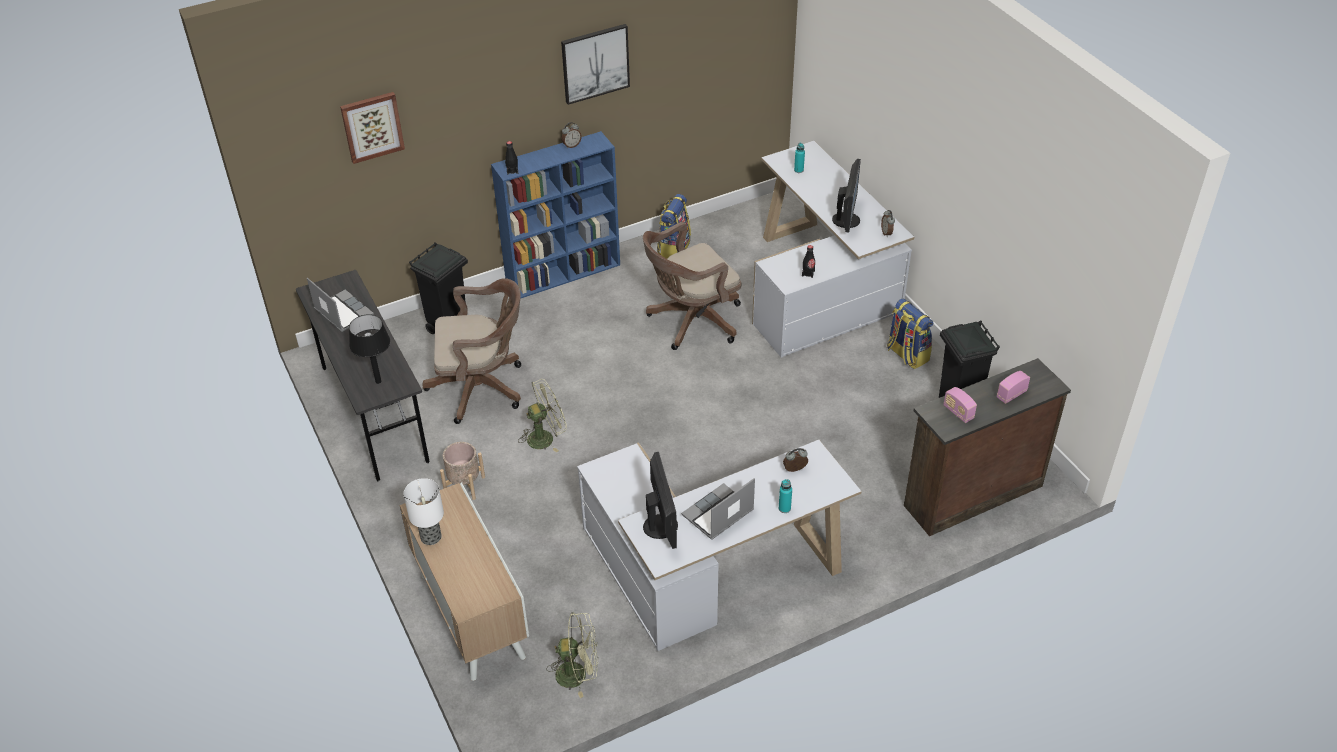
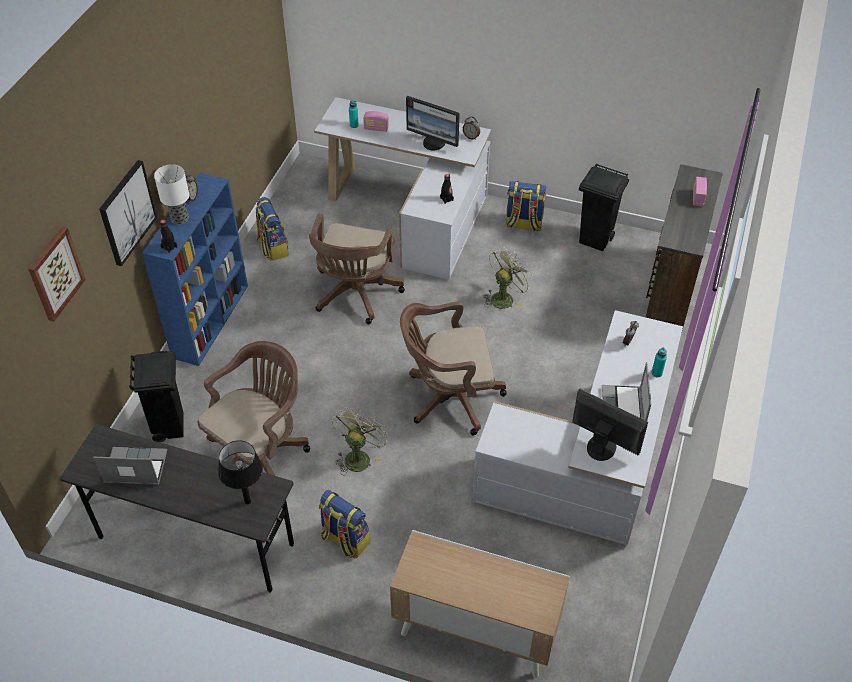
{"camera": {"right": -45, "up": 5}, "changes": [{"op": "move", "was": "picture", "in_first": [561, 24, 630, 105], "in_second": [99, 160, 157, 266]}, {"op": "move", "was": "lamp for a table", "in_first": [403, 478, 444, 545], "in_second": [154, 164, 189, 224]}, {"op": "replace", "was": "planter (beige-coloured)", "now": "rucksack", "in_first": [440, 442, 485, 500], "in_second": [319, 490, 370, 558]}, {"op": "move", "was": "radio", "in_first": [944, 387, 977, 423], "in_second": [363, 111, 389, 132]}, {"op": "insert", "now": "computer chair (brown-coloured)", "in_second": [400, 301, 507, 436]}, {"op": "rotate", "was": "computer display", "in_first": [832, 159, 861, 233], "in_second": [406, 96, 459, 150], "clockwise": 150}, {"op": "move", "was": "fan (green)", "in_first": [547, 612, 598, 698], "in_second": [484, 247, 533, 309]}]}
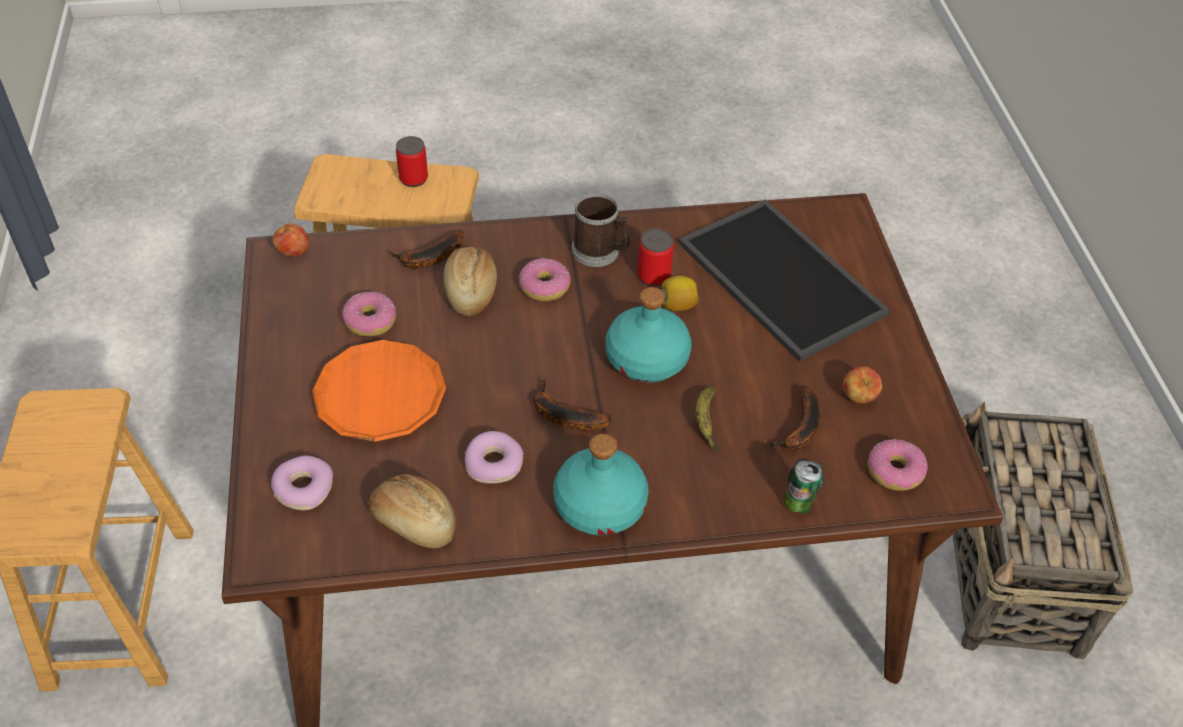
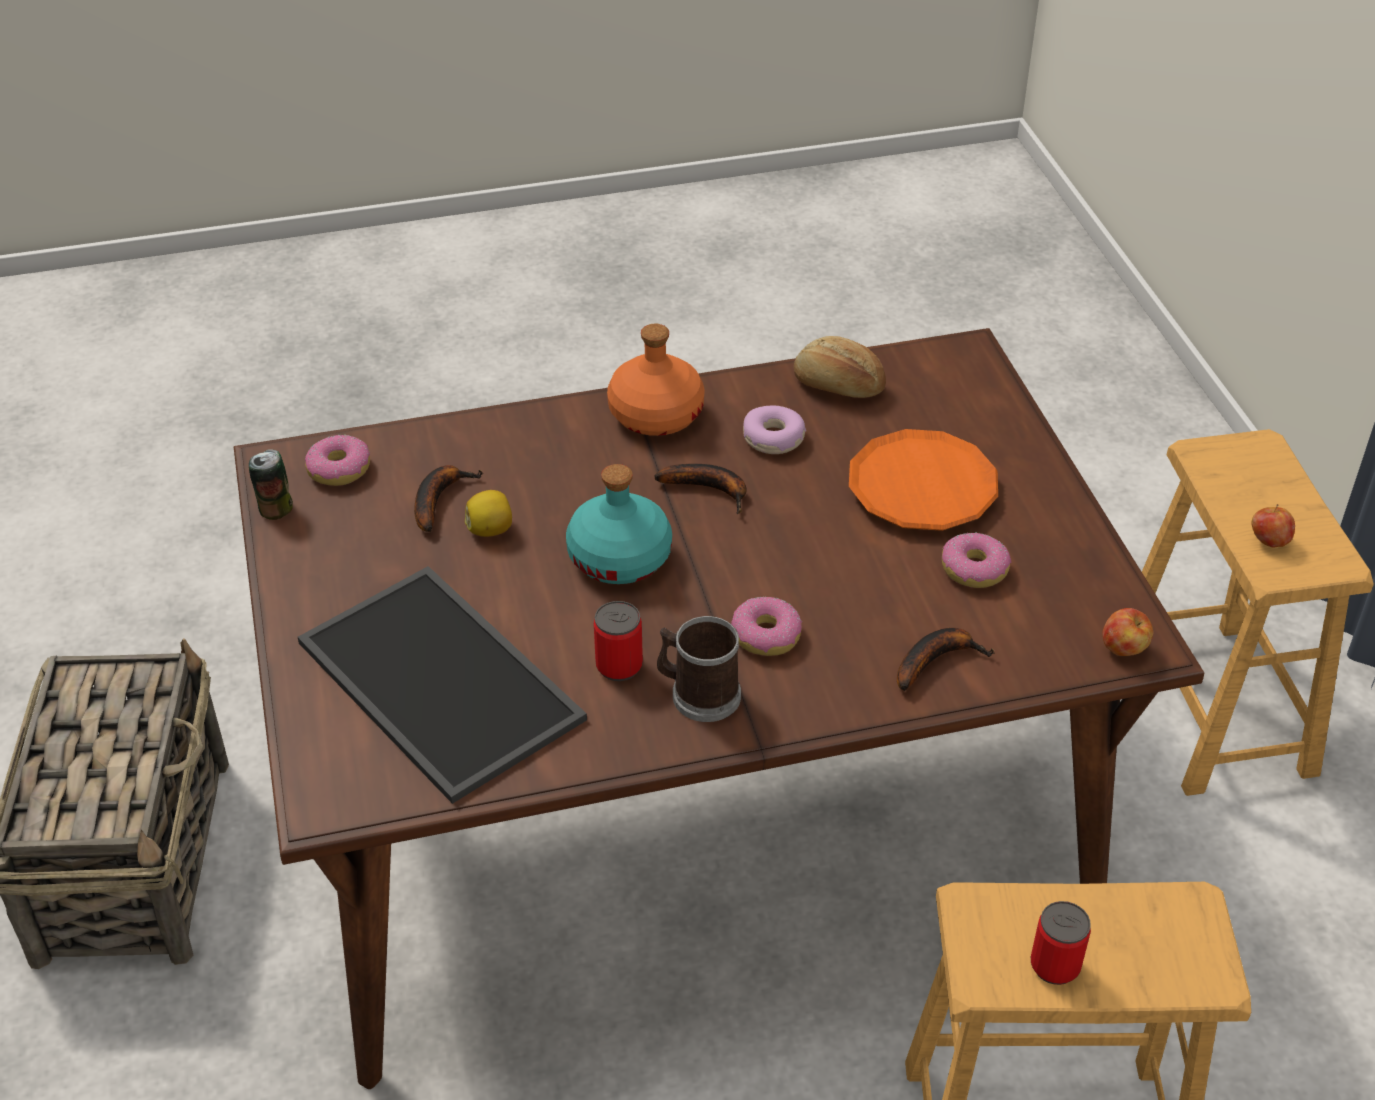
{"camera": {"right": 175, "up": -5}, "changes": [{"op": "move", "was": "metal can", "in_first": [783, 459, 823, 514], "in_second": [249, 449, 293, 520]}, {"op": "move", "was": "lemon", "in_first": [662, 276, 699, 311], "in_second": [465, 490, 512, 537]}, {"op": "recolor", "was": "bottle (turquoise-coloured)", "now": "bottle (orangey)", "in_first": [553, 434, 649, 535], "in_second": [607, 324, 705, 436]}, {"op": "move", "was": "whole apple", "in_first": [843, 366, 882, 404], "in_second": [1252, 504, 1295, 548]}, {"op": "delete", "was": "doughnut", "in_first": [271, 456, 333, 510]}, {"op": "delete", "was": "baked bread", "in_first": [444, 247, 497, 316]}, {"op": "delete", "was": "banana fruit", "in_first": [695, 387, 720, 452]}]}
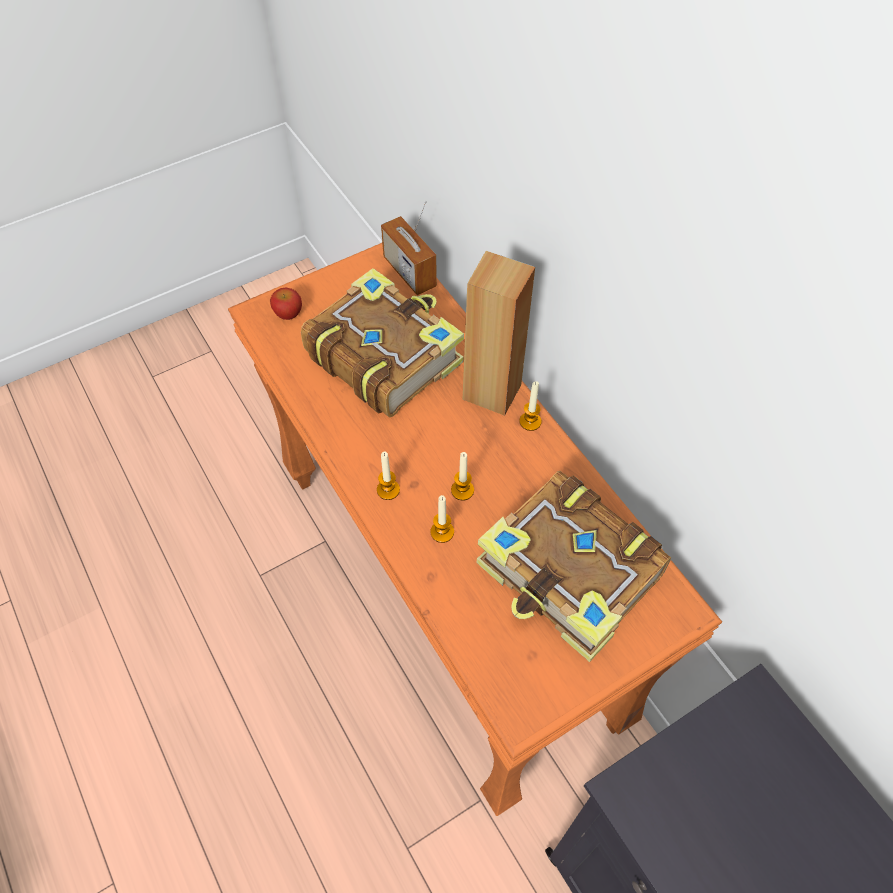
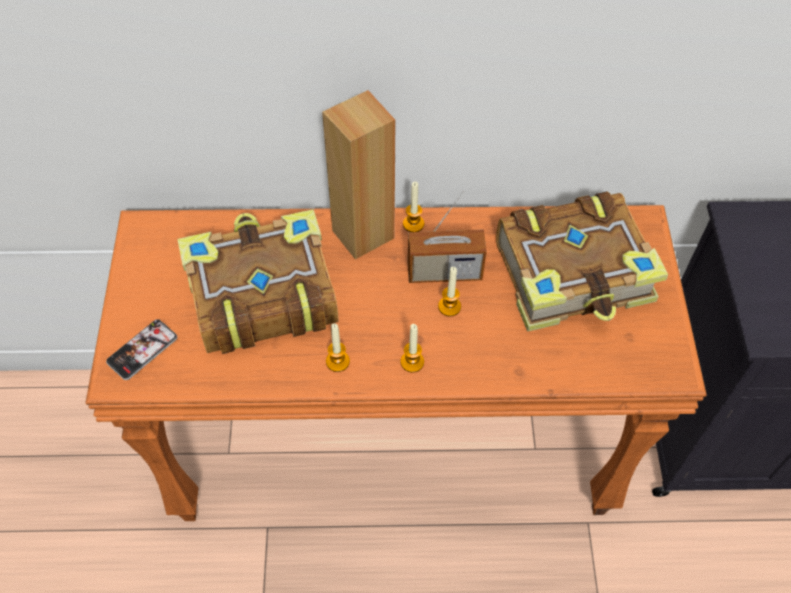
{"camera": {"right": -60, "up": 0}, "changes": [{"op": "replace", "was": "whole apple", "now": "telephone", "in_first": [270, 288, 302, 320], "in_second": [106, 319, 177, 380]}, {"op": "move", "was": "candle", "in_first": [430, 495, 454, 543], "in_second": [326, 323, 350, 372]}, {"op": "move", "was": "radio", "in_first": [381, 201, 437, 295], "in_second": [407, 190, 487, 283]}]}
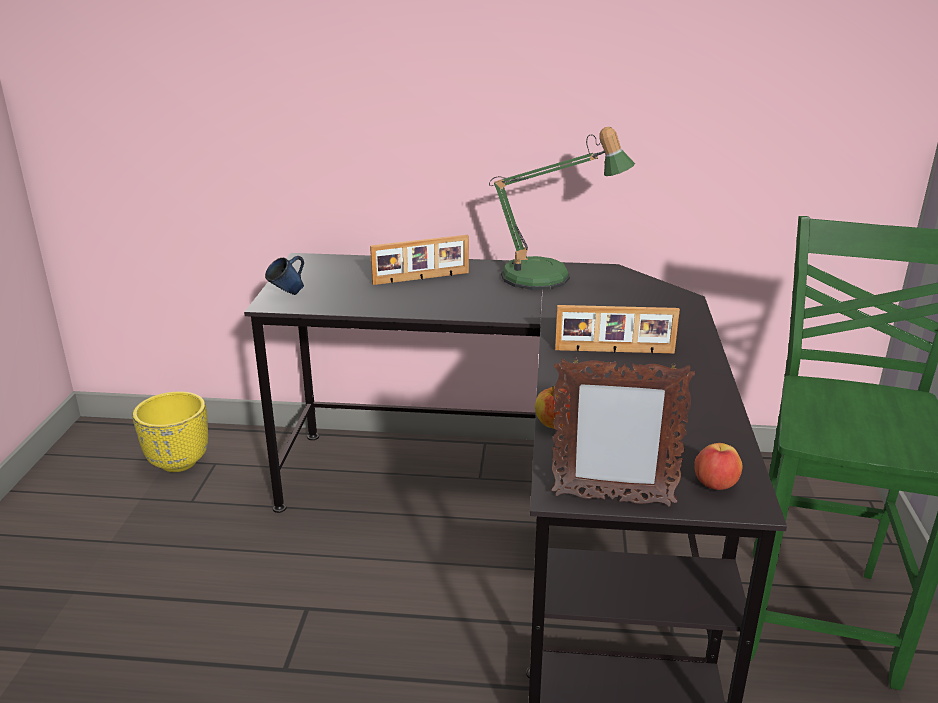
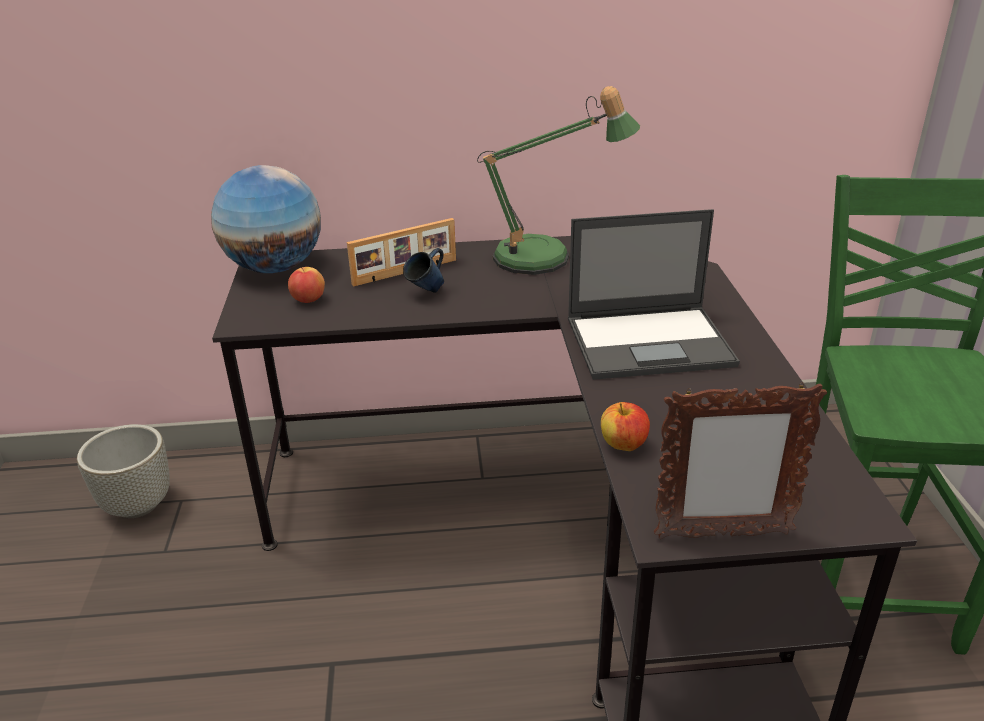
{"camera": {"right": -10, "up": 5}, "changes": [{"op": "recolor", "was": "planter (yellow-coloured)", "now": "planter (grey)", "in_first": [133, 391, 208, 472], "in_second": [77, 424, 170, 518]}, {"op": "insert", "now": "world globe", "in_second": [211, 165, 321, 273]}, {"op": "move", "was": "whole apple", "in_first": [695, 443, 742, 490], "in_second": [288, 267, 325, 303]}, {"op": "move", "was": "coffee mug (blue)", "in_first": [265, 256, 304, 295], "in_second": [403, 248, 444, 293]}, {"op": "replace", "was": "picture frame", "now": "notebook computer", "in_first": [555, 305, 680, 354], "in_second": [568, 209, 740, 380]}]}
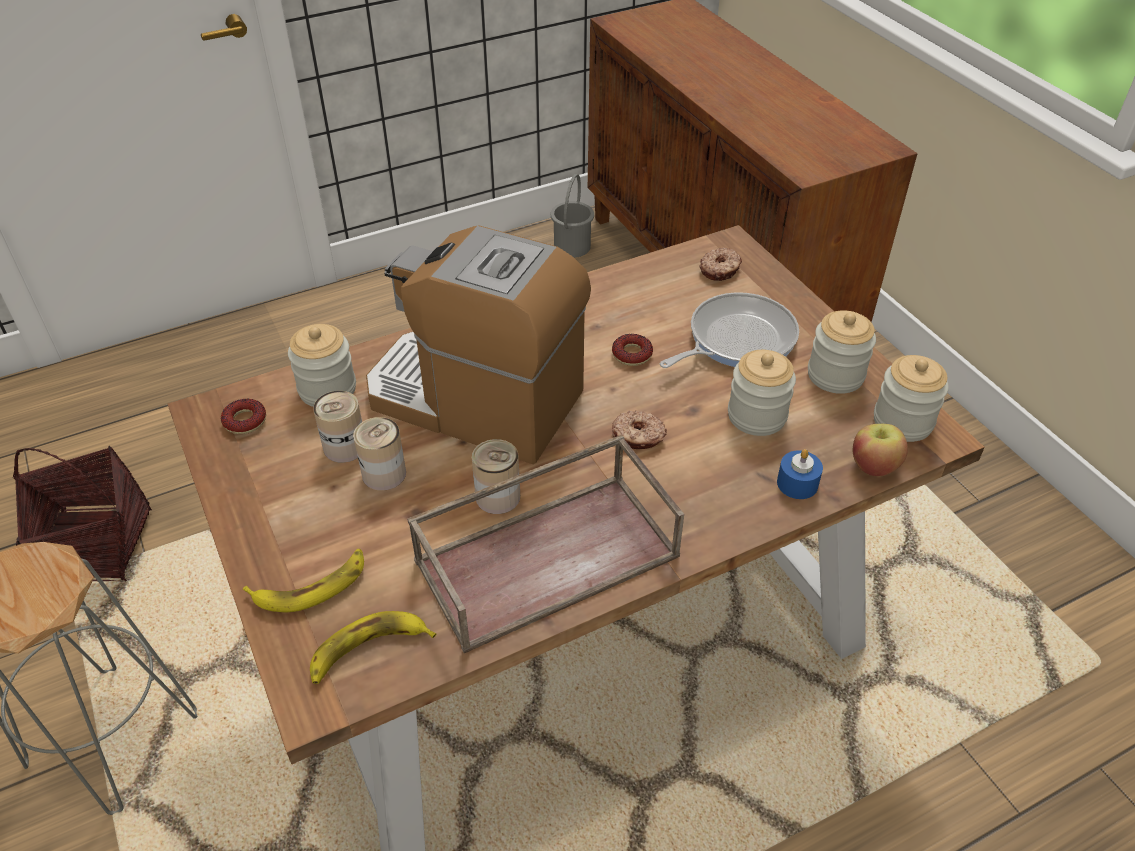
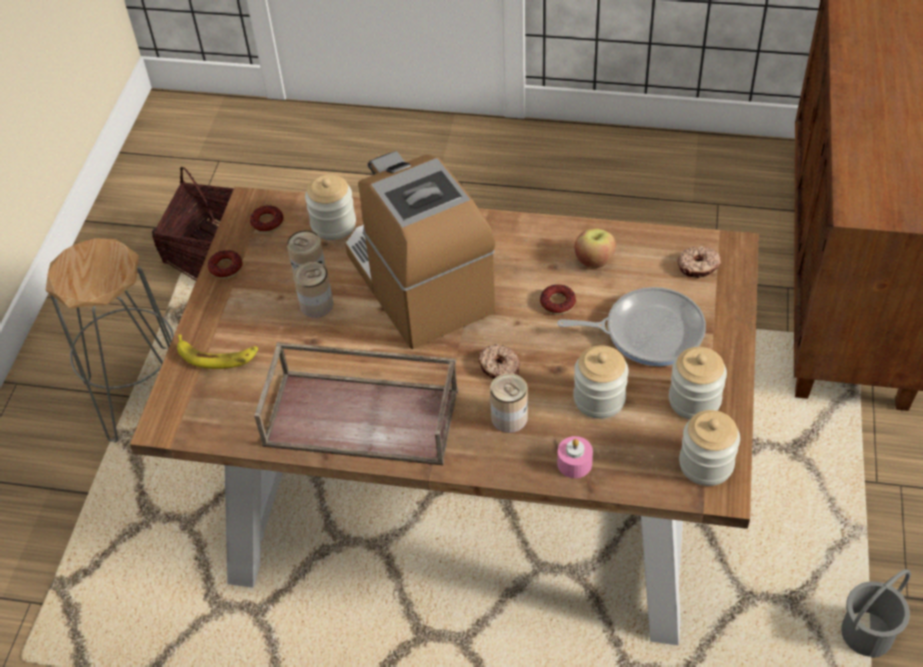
{"camera": {"right": 40, "up": 5}, "changes": [{"op": "insert", "now": "doughnut", "in_second": [208, 250, 242, 279]}, {"op": "move", "was": "metal can", "in_first": [472, 439, 520, 514], "in_second": [490, 373, 528, 433]}, {"op": "recolor", "was": "candle (blue)", "now": "candle (pink)", "in_first": [777, 449, 823, 499], "in_second": [557, 436, 593, 478]}, {"op": "move", "was": "whole apple", "in_first": [853, 424, 908, 477], "in_second": [575, 228, 616, 268]}, {"op": "move", "was": "bucket (grey)", "in_first": [551, 174, 594, 258], "in_second": [841, 569, 911, 658]}, {"op": "delete", "was": "banana fruit", "in_first": [310, 611, 436, 684]}]}
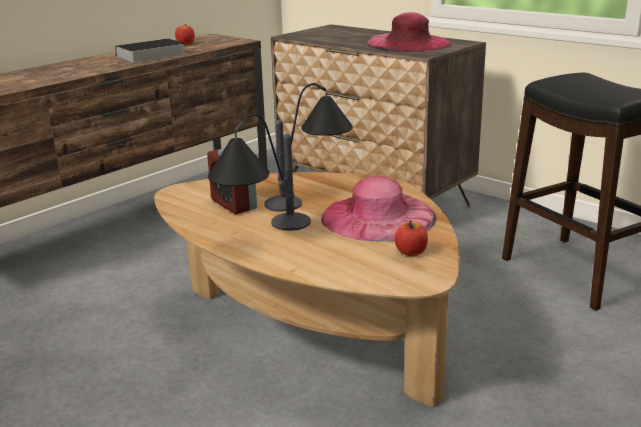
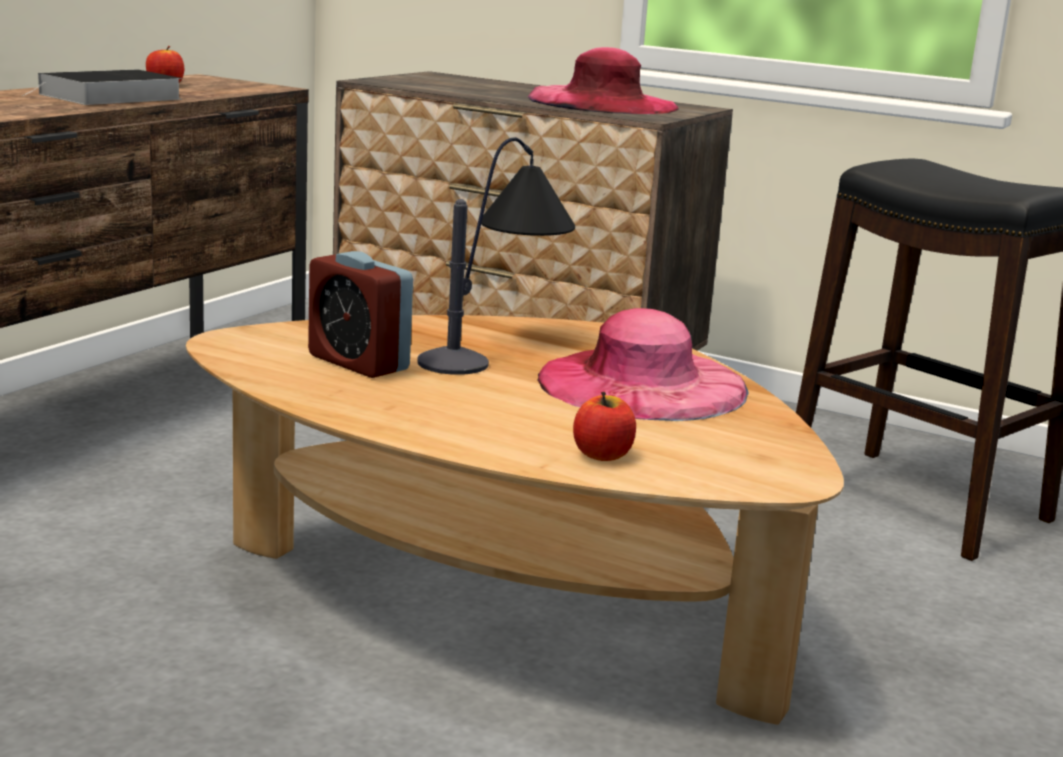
{"camera": {"right": -15, "up": -5}, "changes": [{"op": "move", "was": "whole apple", "in_first": [395, 220, 428, 256], "in_second": [573, 392, 636, 461]}, {"op": "delete", "was": "lamp for a table", "in_first": [208, 114, 311, 231]}]}
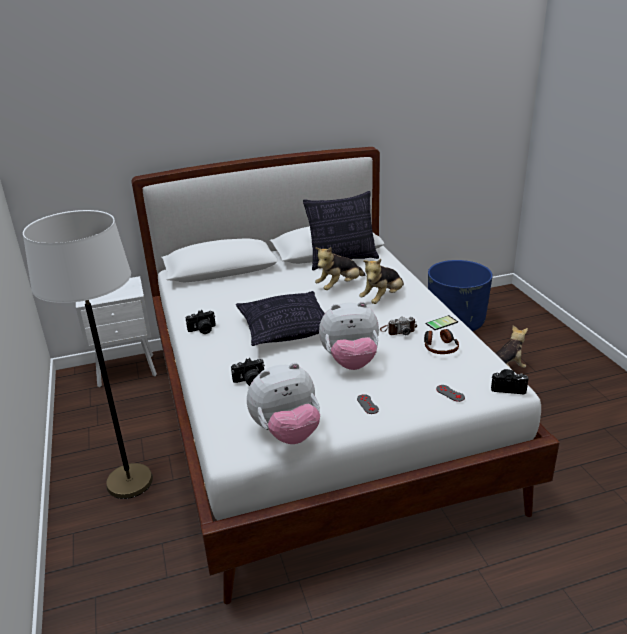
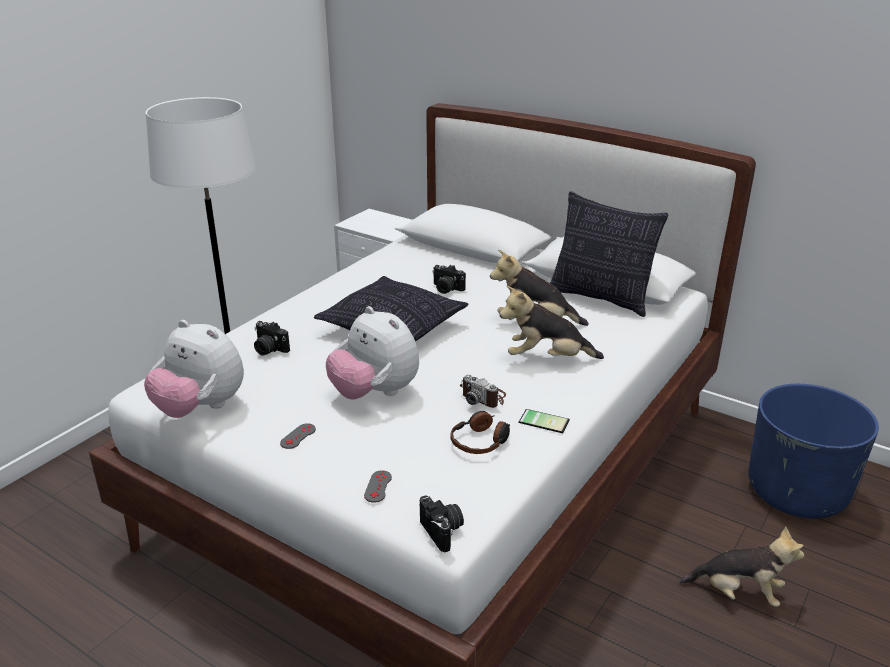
{"camera": {"right": 50, "up": 0}, "changes": [{"op": "move", "was": "still camera", "in_first": [185, 310, 216, 334], "in_second": [432, 265, 466, 294]}]}
